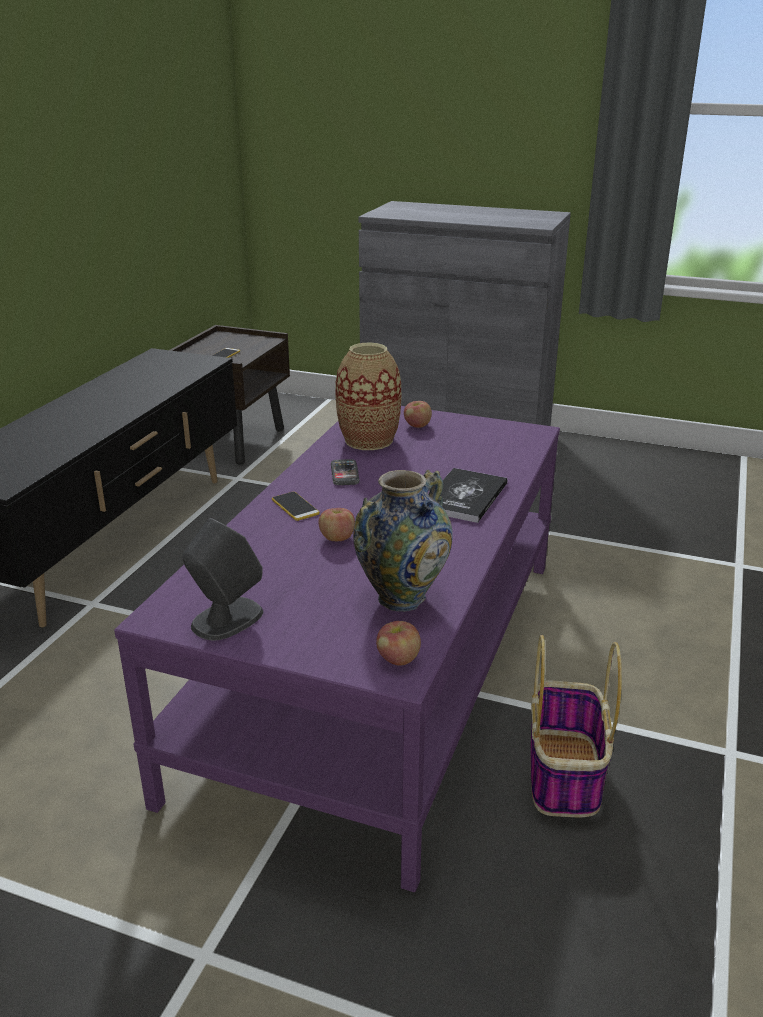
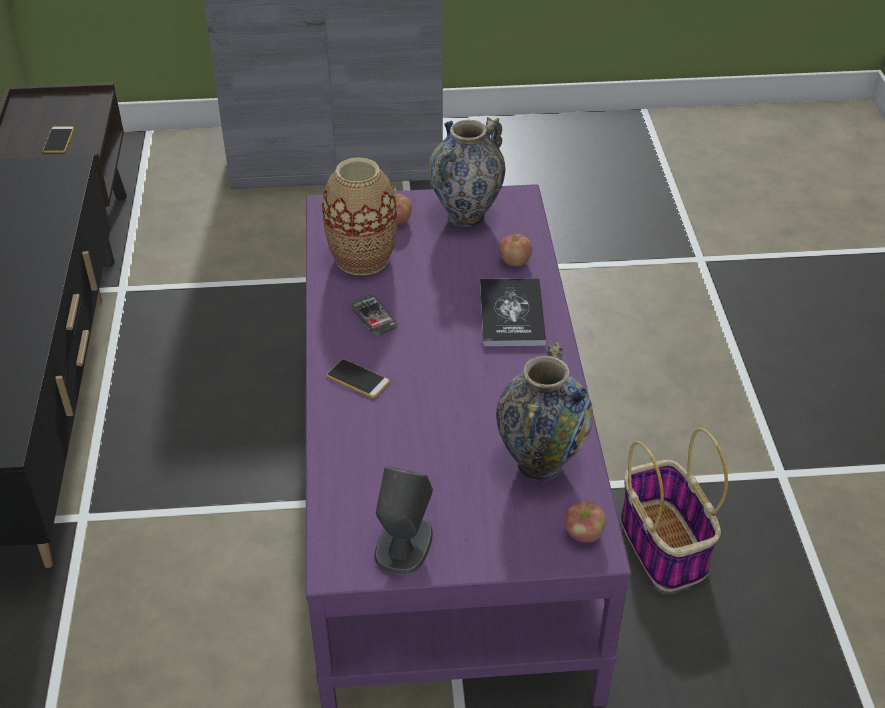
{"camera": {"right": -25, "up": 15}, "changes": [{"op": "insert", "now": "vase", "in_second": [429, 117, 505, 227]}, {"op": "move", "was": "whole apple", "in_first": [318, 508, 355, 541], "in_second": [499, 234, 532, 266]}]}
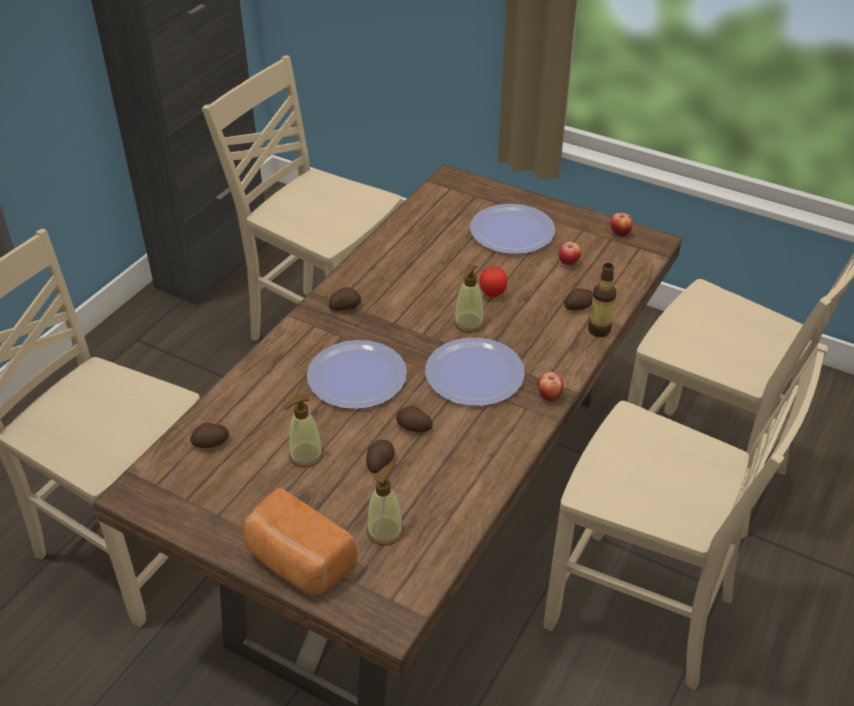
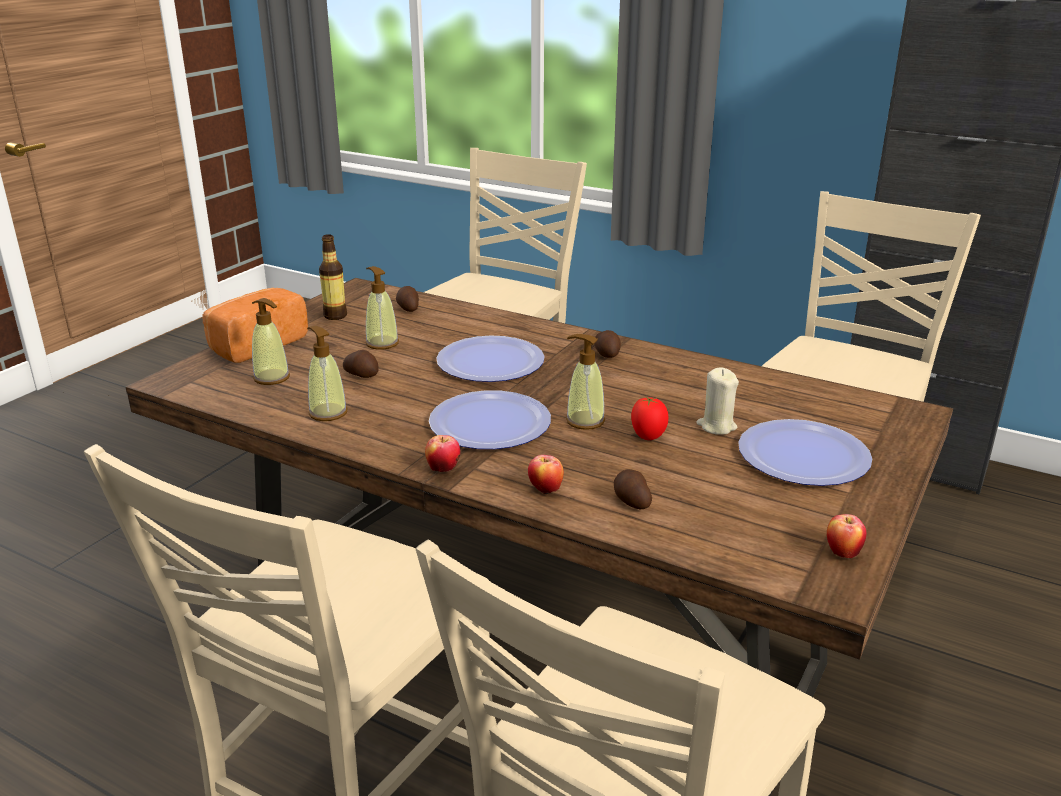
{"camera": {"right": 90, "up": -15}, "changes": [{"op": "insert", "now": "soap bottle", "in_second": [307, 326, 347, 421]}, {"op": "move", "was": "bottle", "in_first": [588, 263, 616, 337], "in_second": [319, 234, 347, 320]}, {"op": "move", "was": "whole apple", "in_first": [559, 242, 581, 266], "in_second": [528, 455, 564, 494]}, {"op": "insert", "now": "candle (beige-coloured)", "in_second": [696, 367, 739, 435]}, {"op": "delete", "was": "potato", "in_first": [396, 406, 433, 433]}]}
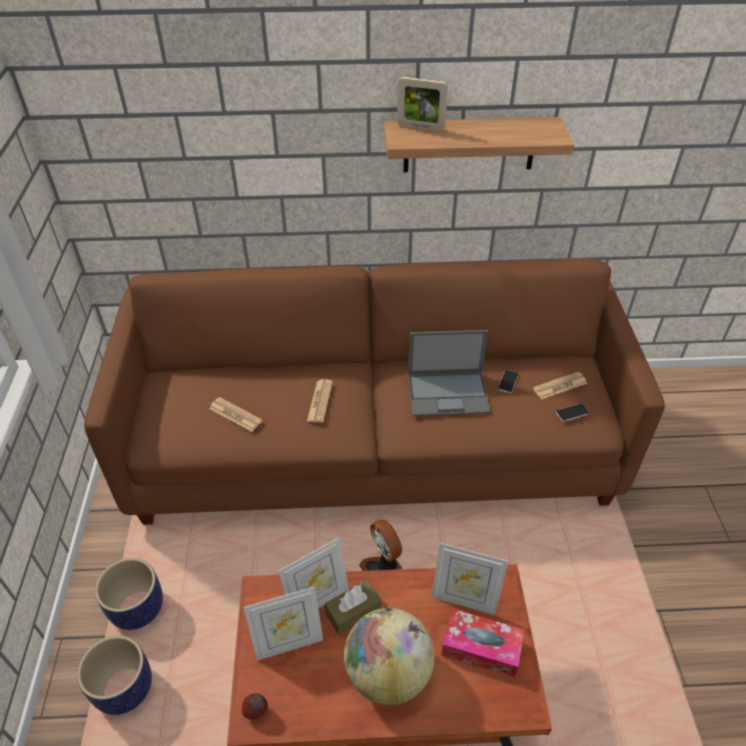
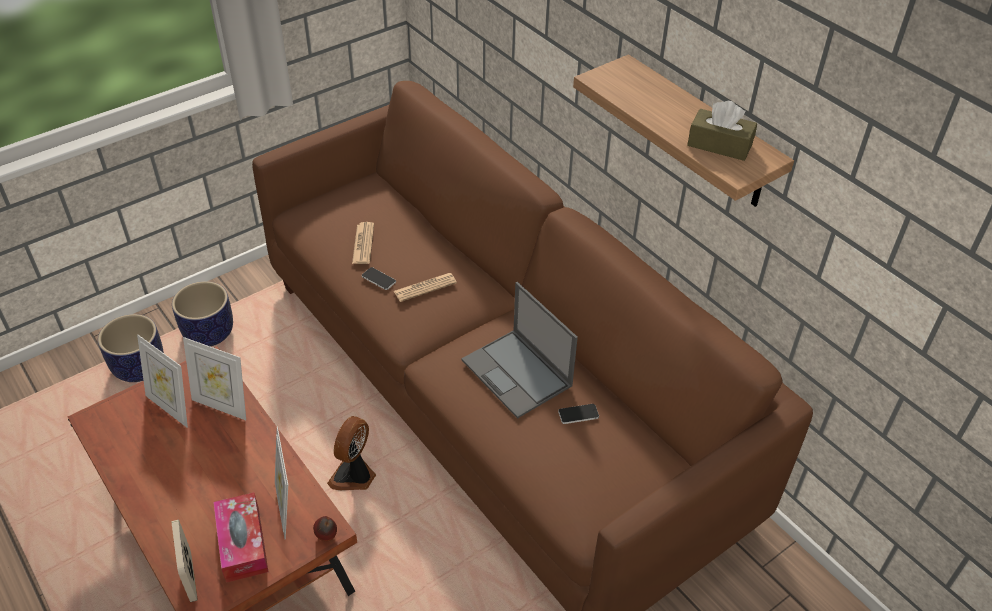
{"camera": {"right": 55, "up": 0}, "changes": [{"op": "move", "was": "picture frame", "in_first": [397, 77, 448, 131], "in_second": [172, 519, 197, 602]}, {"op": "move", "was": "whole apple", "in_first": [242, 693, 268, 720], "in_second": [313, 516, 337, 542]}, {"op": "move", "was": "telephone", "in_first": [556, 403, 589, 422], "in_second": [362, 267, 396, 290]}, {"op": "move", "was": "box of tissues (brown-coloured)", "in_first": [325, 580, 381, 635], "in_second": [687, 101, 757, 161]}, {"op": "delete", "was": "world globe", "in_first": [344, 608, 434, 705]}, {"op": "delete", "was": "daily paper", "in_first": [533, 372, 587, 399]}]}
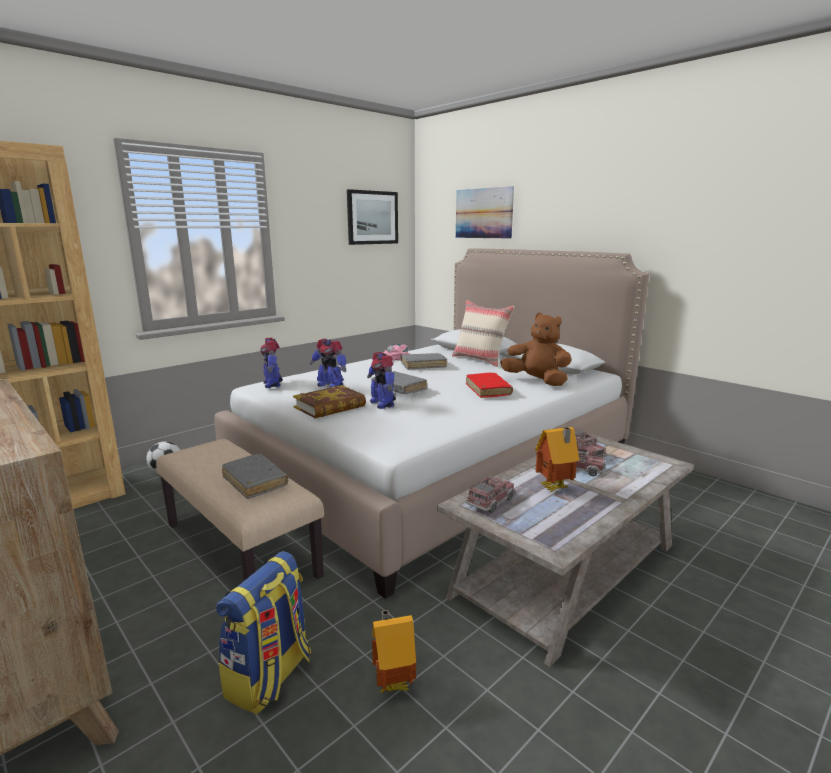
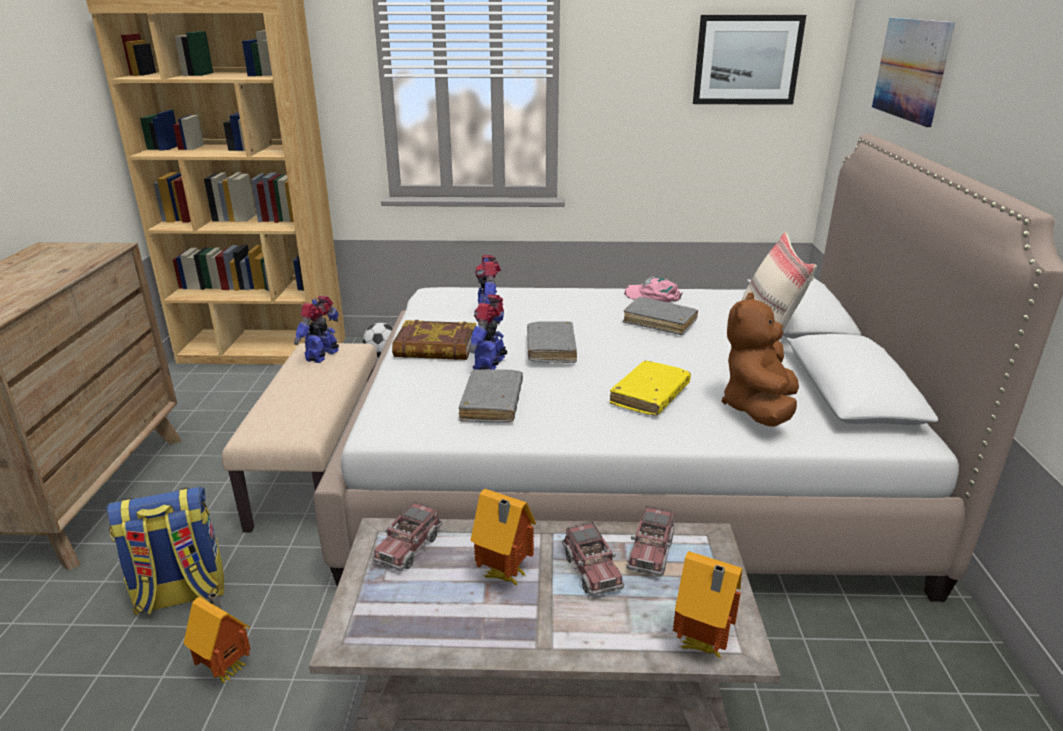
{"camera": {"right": 45, "up": 10}, "changes": [{"op": "move", "was": "model robot", "in_first": [260, 338, 283, 388], "in_second": [294, 296, 339, 363]}, {"op": "rotate", "was": "toy lorry", "in_first": [465, 476, 515, 513], "in_second": [373, 501, 443, 571], "clockwise": 120}, {"op": "move", "was": "book (grey)", "in_first": [222, 454, 288, 499], "in_second": [459, 369, 523, 422]}, {"op": "recolor", "was": "book (red)", "now": "book (yellow-coloured)", "in_first": [466, 373, 513, 398], "in_second": [610, 360, 691, 416]}, {"op": "insert", "now": "toy house", "in_second": [673, 551, 742, 659]}, {"op": "rotate", "was": "cuddly toy (brown-coloured)", "in_first": [500, 312, 571, 386], "in_second": [722, 292, 799, 427], "clockwise": -150}]}
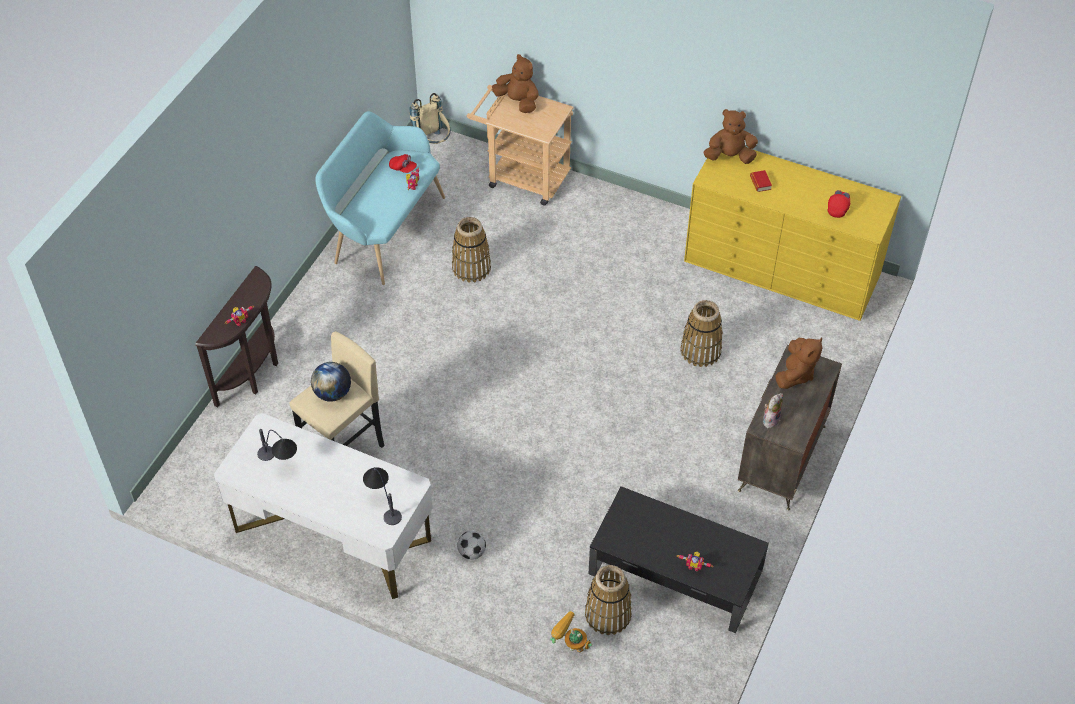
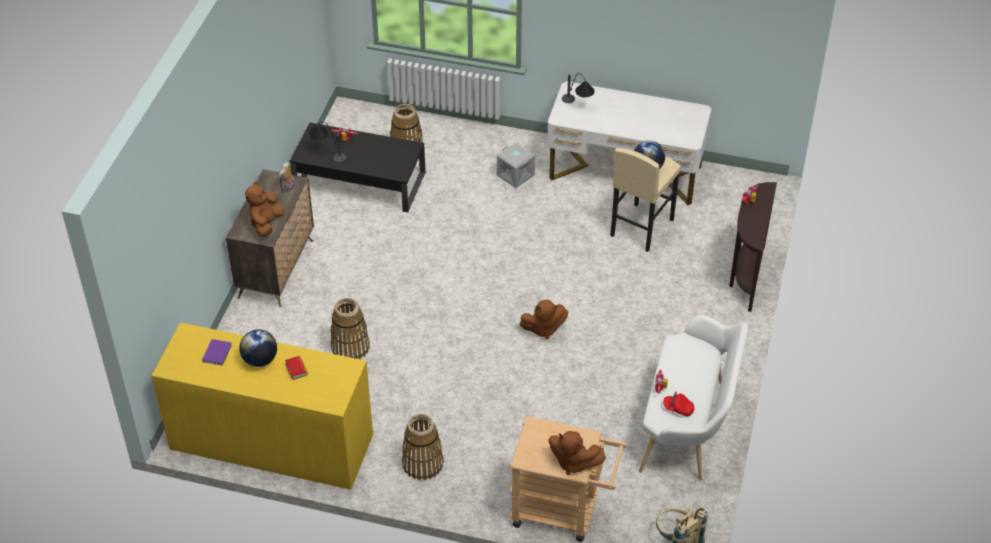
{"camera": {"right": 170, "up": -5}, "changes": [{"op": "replace", "was": "cap (red)", "now": "book (purple)", "in_first": [828, 190, 850, 218], "in_second": [202, 339, 232, 366]}, {"op": "insert", "now": "world globe", "in_second": [239, 329, 277, 367]}, {"op": "move", "was": "lamp for a table", "in_first": [257, 429, 297, 461], "in_second": [309, 122, 347, 162]}, {"op": "move", "was": "household basket", "in_first": [452, 217, 491, 283], "in_second": [402, 414, 443, 480]}, {"op": "replace", "was": "football", "now": "storage box (grey)", "in_first": [458, 531, 486, 560], "in_second": [497, 143, 535, 188]}, {"op": "move", "was": "cuddly toy (brown-coloured)", "in_first": [704, 109, 758, 164], "in_second": [519, 300, 569, 339]}, {"op": "recolor", "was": "bench (turquoise-coloured)", "now": "bench (whitish)", "in_first": [315, 111, 445, 285], "in_second": [639, 315, 748, 480]}, {"op": "delete", "was": "model robot", "in_first": [550, 611, 592, 652]}]}
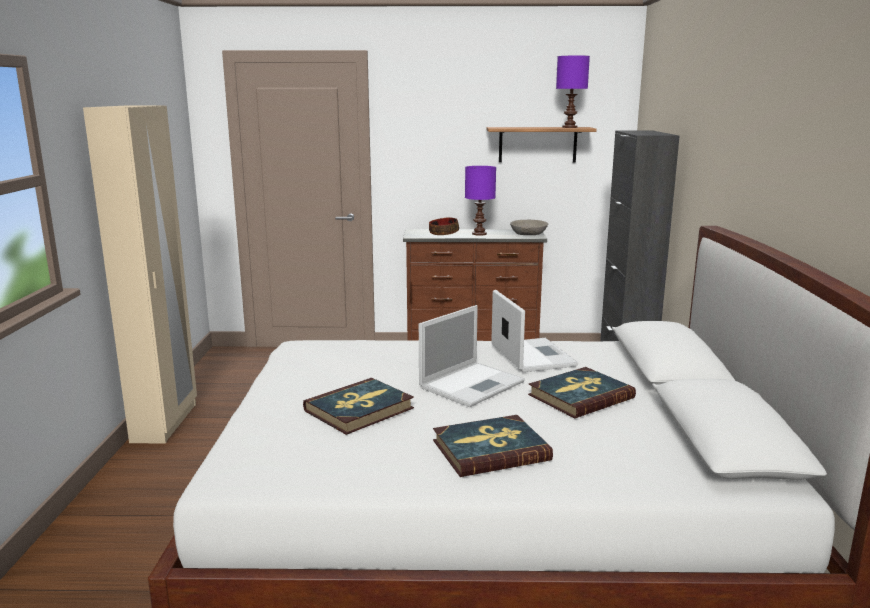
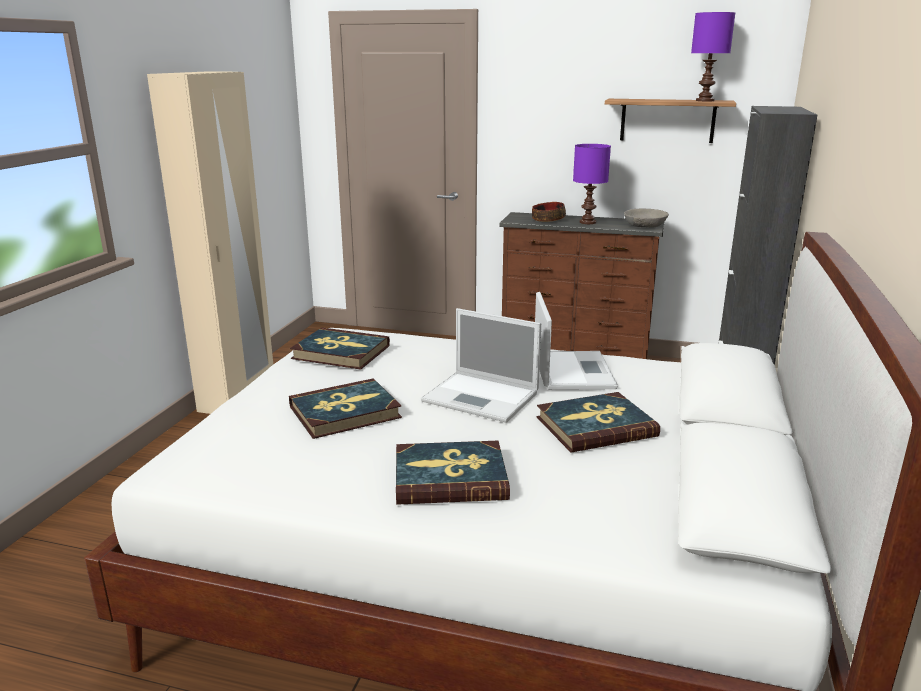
{"camera": {"right": 15, "up": 5}, "changes": [{"op": "insert", "now": "book", "in_second": [290, 328, 390, 370]}, {"op": "rotate", "was": "notebook computer", "in_first": [419, 305, 525, 407], "in_second": [421, 308, 541, 423], "clockwise": 60}]}
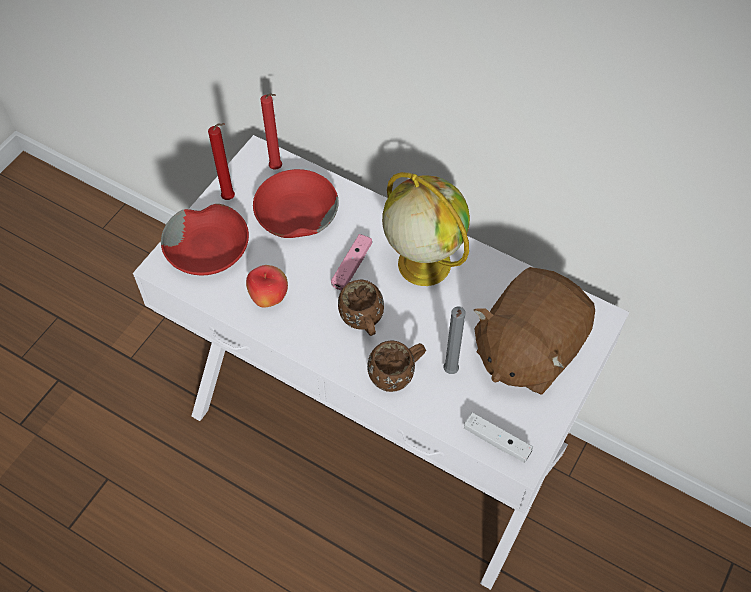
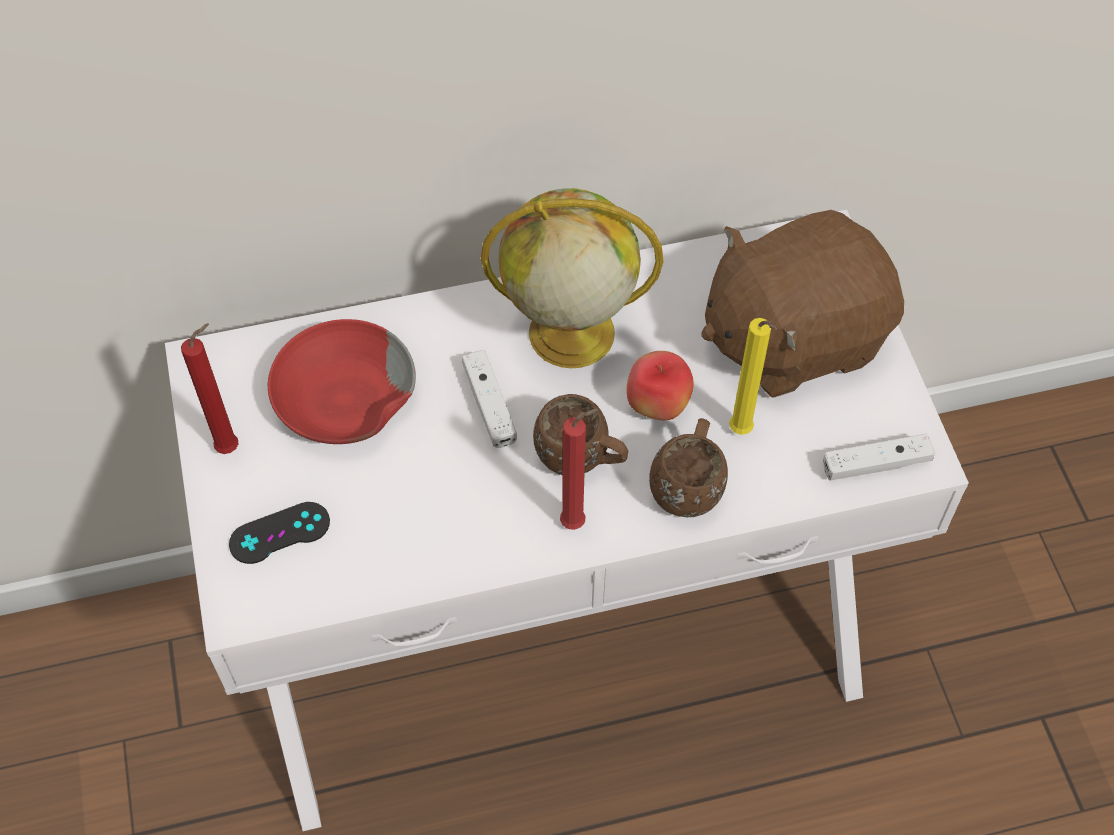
{"camera": {"right": -45, "up": 0}, "changes": [{"op": "replace", "was": "bowl (red)", "now": "game controller (black-coloured)", "in_first": [161, 204, 249, 275], "in_second": [229, 502, 330, 564]}, {"op": "recolor", "was": "game controller (pink)", "now": "game controller (whitish)", "in_first": [331, 234, 372, 291], "in_second": [462, 350, 517, 448]}, {"op": "move", "was": "candle (red)", "in_first": [260, 93, 282, 170], "in_second": [560, 409, 598, 530]}, {"op": "move", "was": "whole apple", "in_first": [246, 265, 288, 308], "in_second": [626, 351, 694, 420]}, {"op": "rotate", "was": "cuddly toy (brown-coloured)", "in_first": [474, 267, 595, 395], "in_second": [701, 210, 904, 398], "clockwise": 75}, {"op": "recolor", "was": "candle (grey)", "now": "candle (yellow-coloured)", "in_first": [444, 307, 465, 374], "in_second": [729, 318, 777, 435]}]}
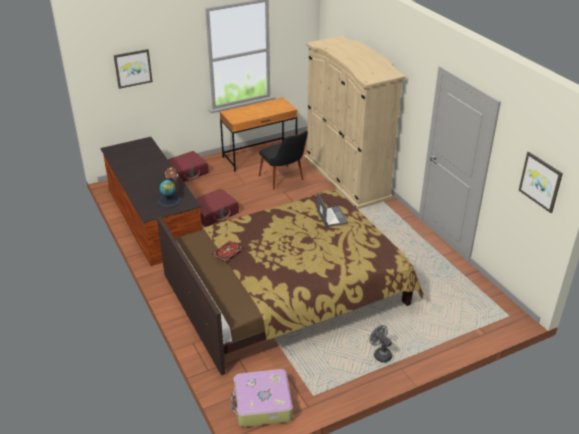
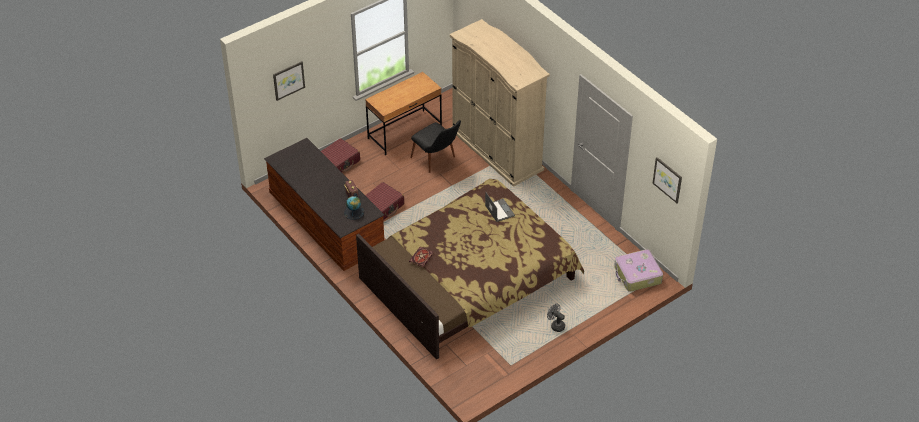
{"camera": {"right": -10, "up": 10}, "changes": [{"op": "move", "was": "piece of luggage", "in_first": [231, 369, 293, 427], "in_second": [614, 249, 663, 292]}]}
